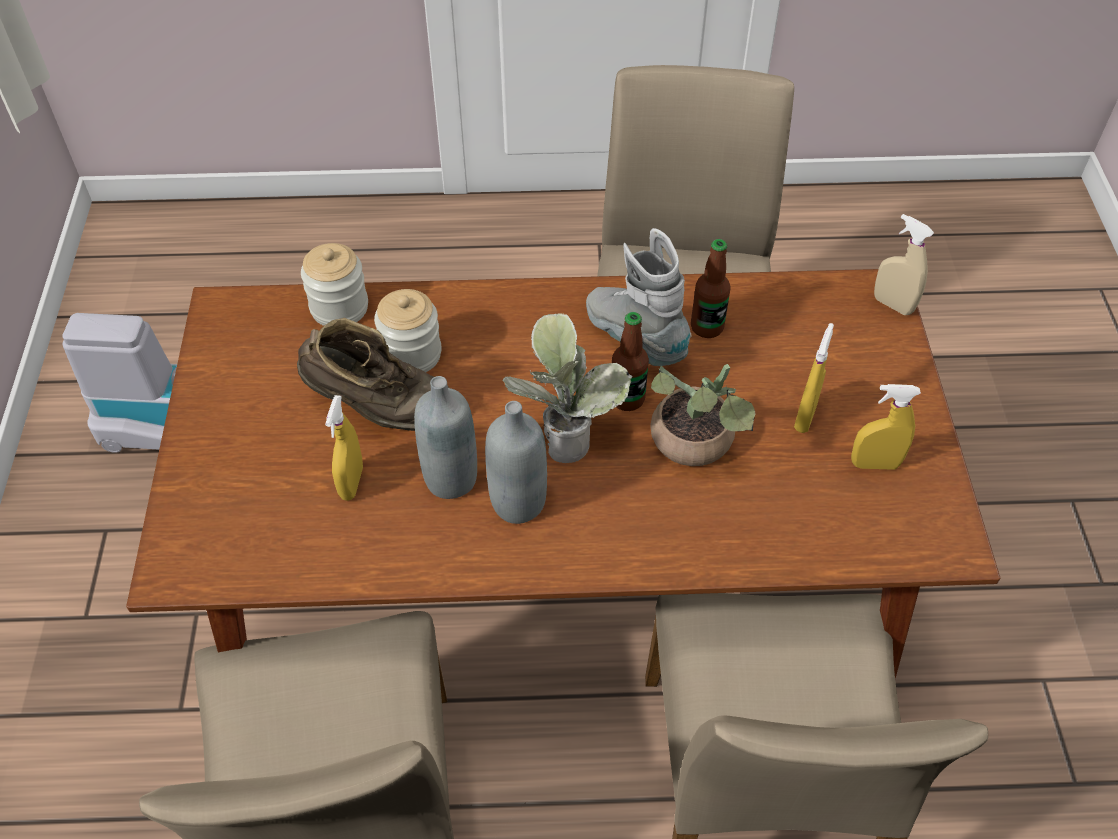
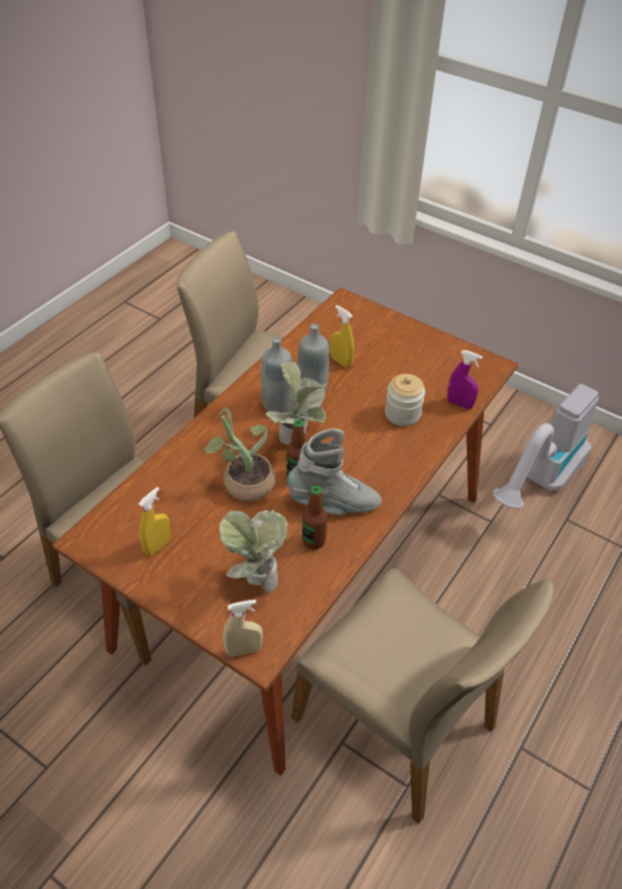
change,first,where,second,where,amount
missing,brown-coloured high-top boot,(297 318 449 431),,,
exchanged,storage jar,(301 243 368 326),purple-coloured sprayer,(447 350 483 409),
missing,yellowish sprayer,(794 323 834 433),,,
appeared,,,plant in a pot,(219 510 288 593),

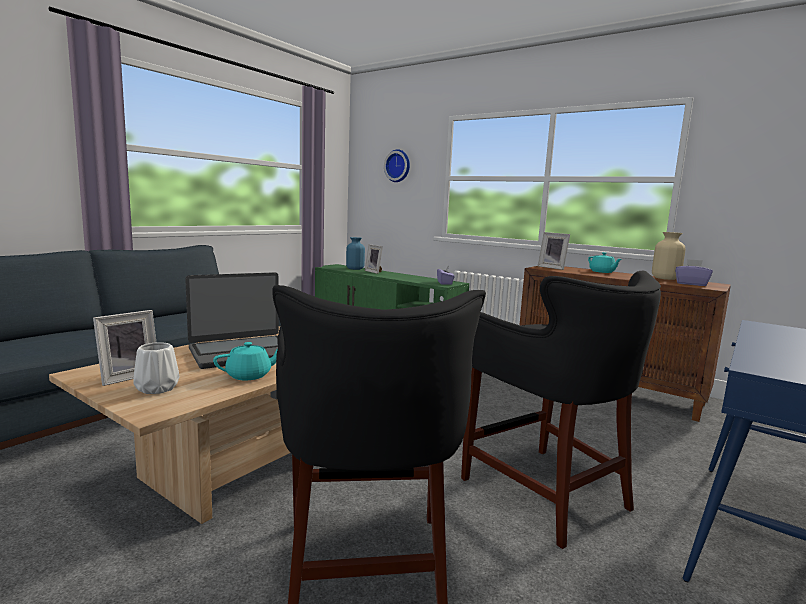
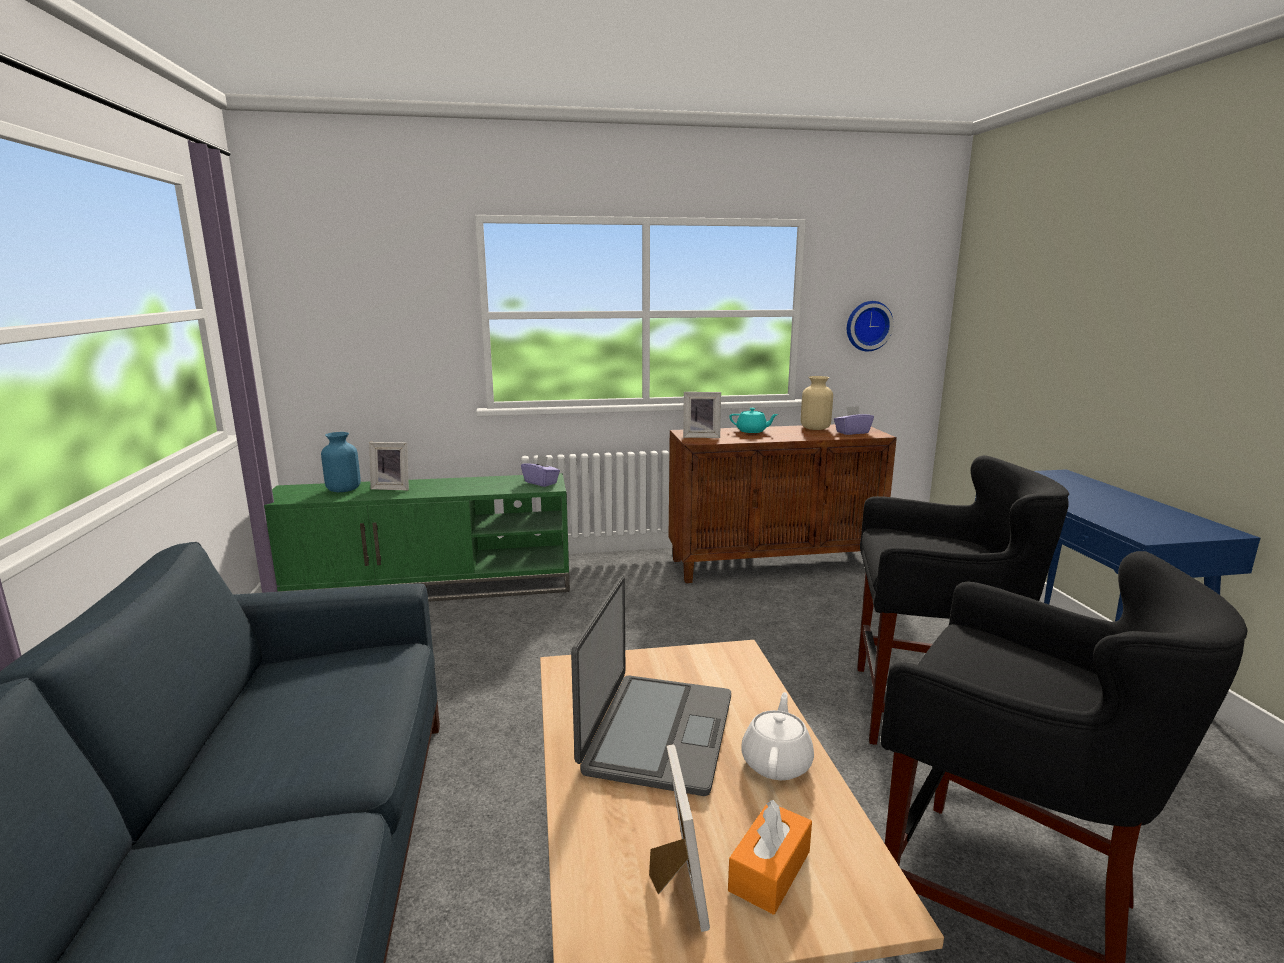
change,first,where,second,where,amount
exchanged,white flower vase,(133 342 180 394),orange box of tissues,(728 800 812 915),
colour,turquoise-coloured pot for tea,(213 342 278 380),white pot for tea,(741 692 814 780),
relocated,hanging clock,(384 149 410 182),,(847 301 894 351),

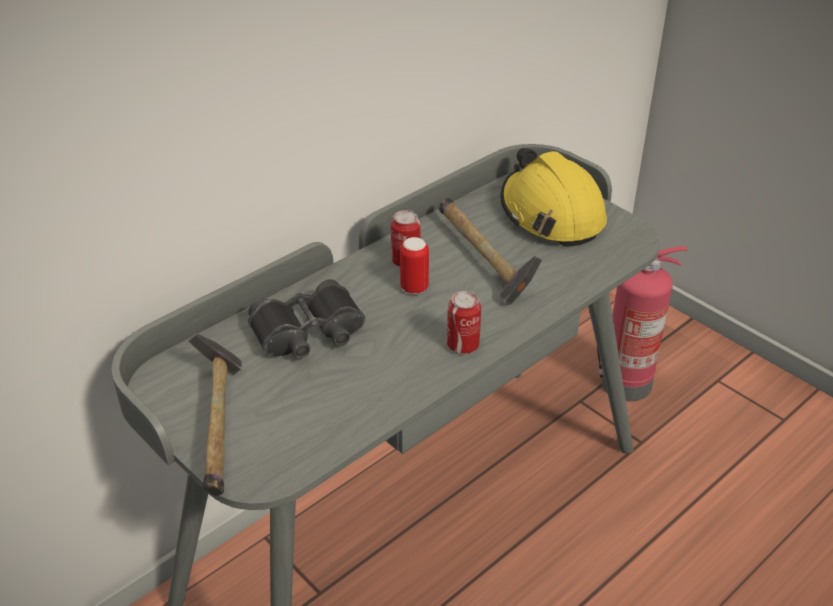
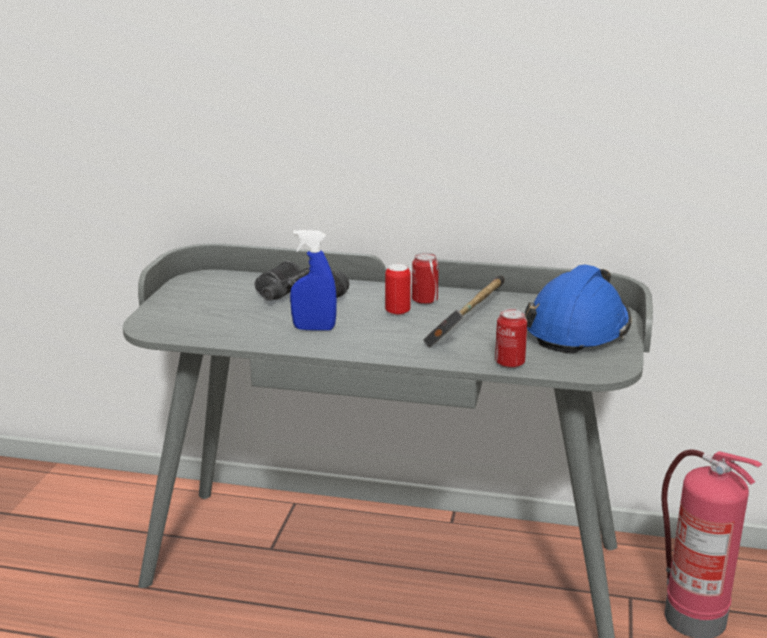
change,first,where,second,where,amount
missing,tool hammer,(188 333 242 496),,,
relocated,can,(447 291 481 354),,(495 308 527 368),
colour,yellowish safety helmet,(501 148 607 247),bluish safety helmet,(525 265 631 354),
appeared,,,bluish sprayer,(290 230 337 331),

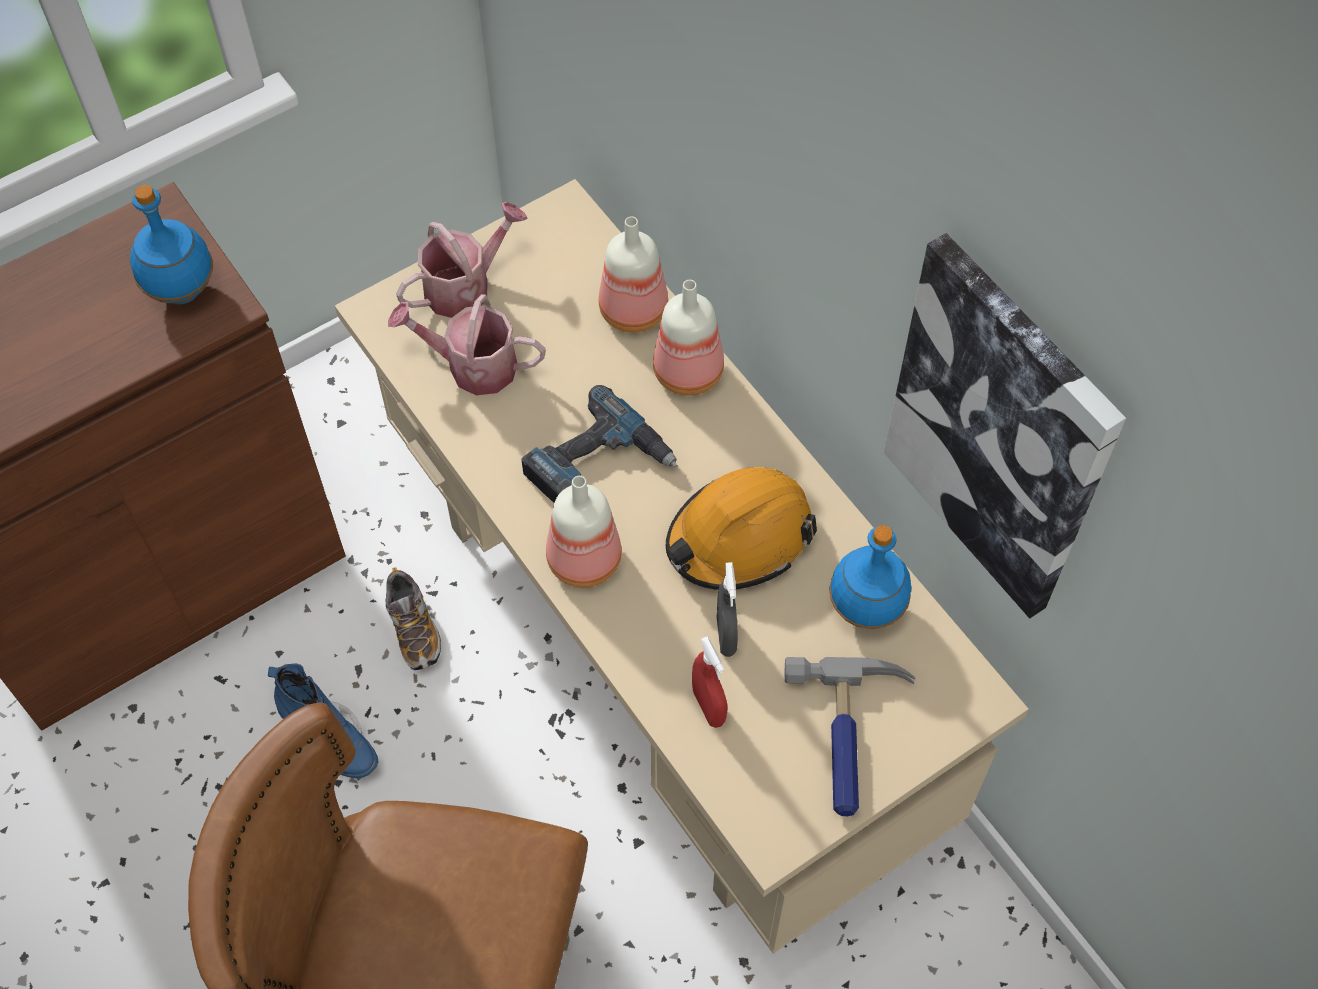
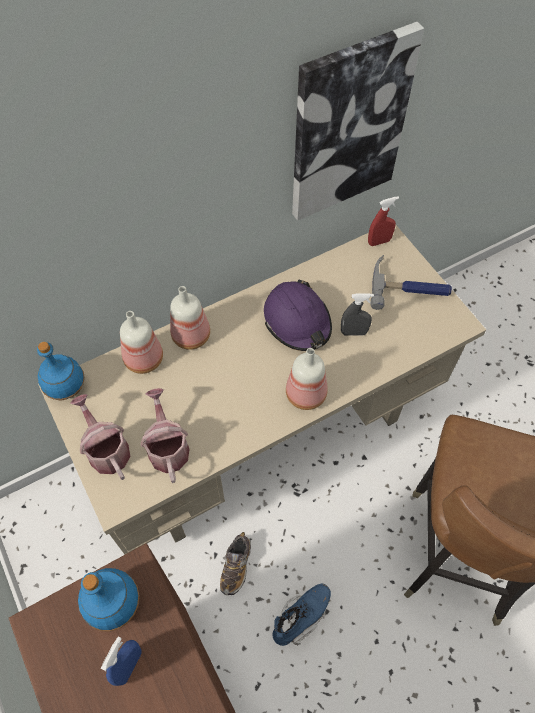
change,first,where,second,where,amount
spun,shoe,(386 567 441 670),,(220 532 251 595),120 degrees clockwise
spun,sprinkling can,(388 294 545 395),,(140 388 189 483),150 degrees clockwise
missing,drill,(521 385 677 503),,,
colour,orange safety helmet,(666 467 817 590),purple-coloured safety helmet,(264 279 332 351),
relocated,red-coloured sprayer,(692 636 728 728),,(368 196 399 246),
relocated,bluish beverage bottle,(829 525 911 629),,(37 342 85 400),
appeared,,,bluish sprayer,(101 637 142 686),

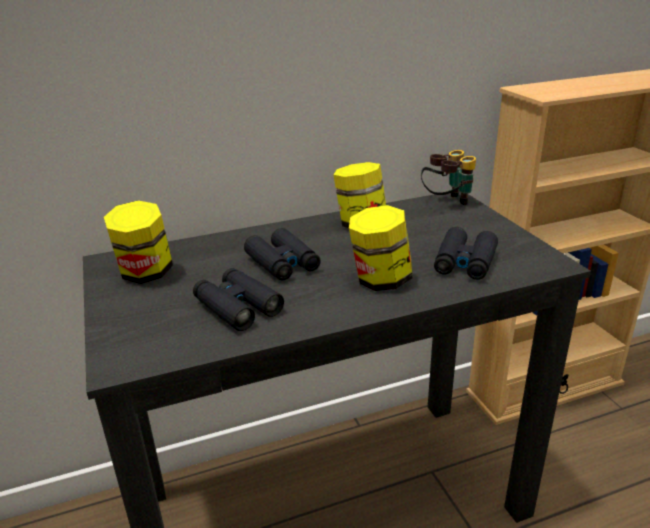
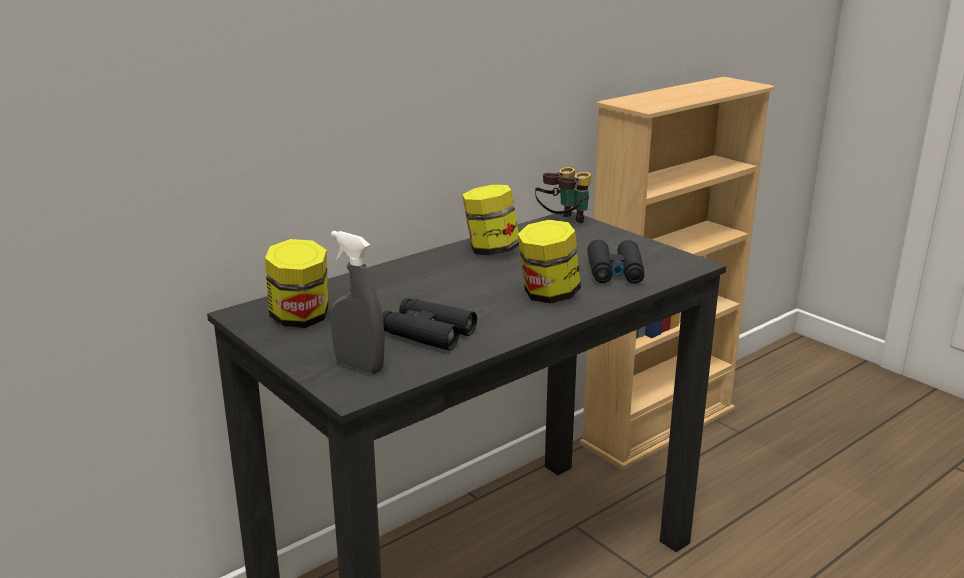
change,first,where,second,where,amount
missing,black pair of binoculars,(244 228 321 280),,,
appeared,,,grey sprayer,(331 231 385 374),

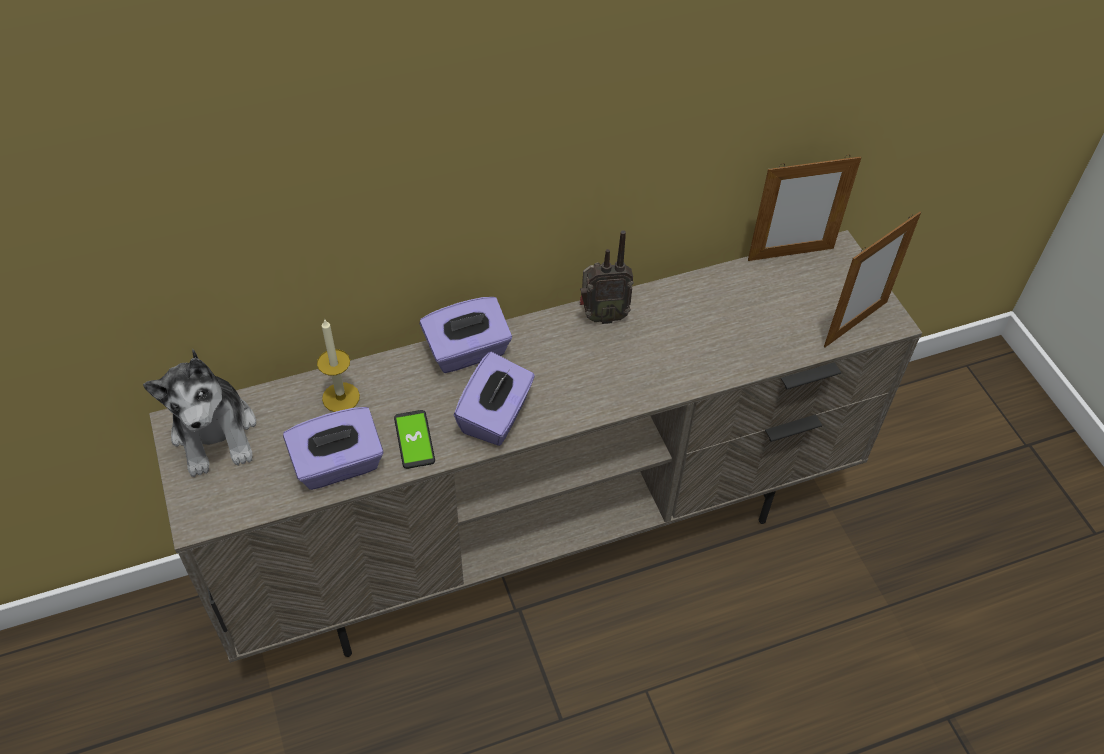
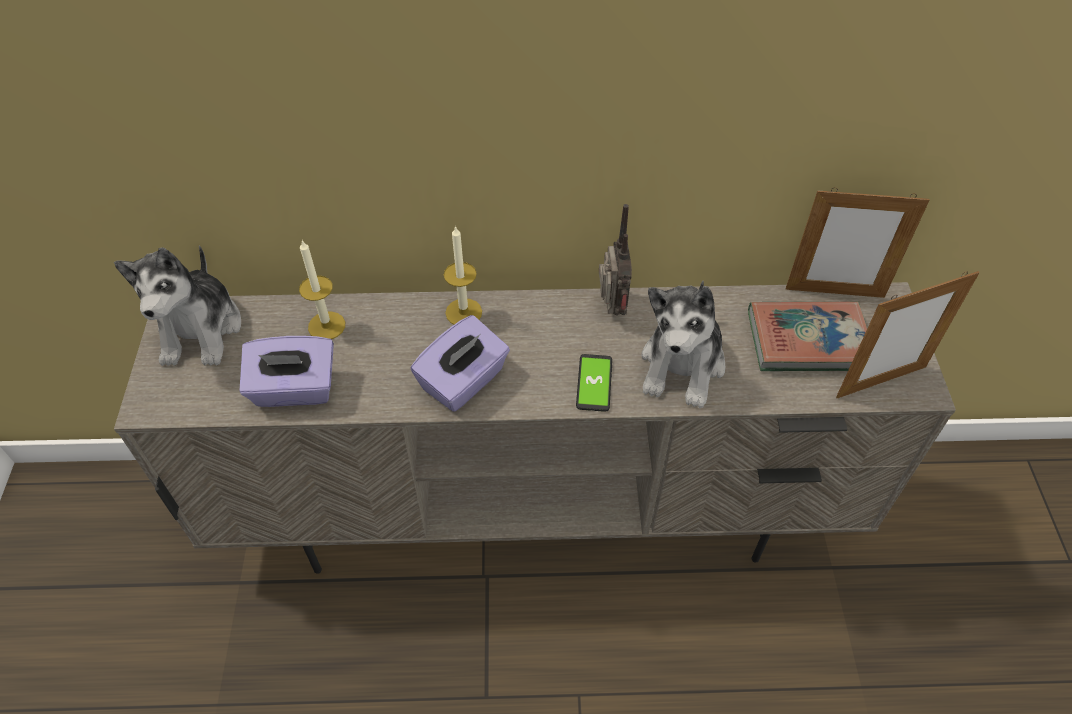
change,first,where,second,where,amount
relocated,telephone,(394 410 435 469),,(576 354 612 412),
exchanged,purple-coloured box of tissues,(420 297 512 373),wax light,(444 225 482 324),
spun,radio receiver,(580 230 634 324),,(599 204 632 316),105 degrees counterclockwise
appeared,,,cuddly toy,(641 281 725 408),
appeared,,,bound book,(748 302 867 371),

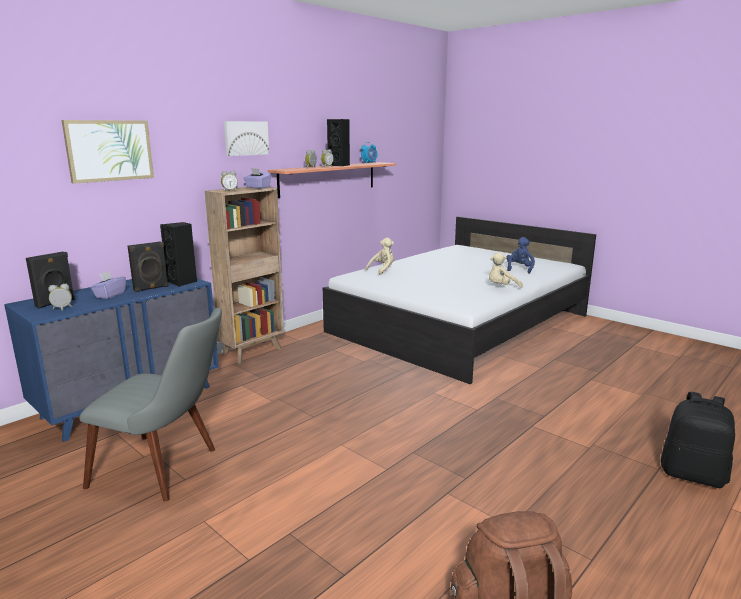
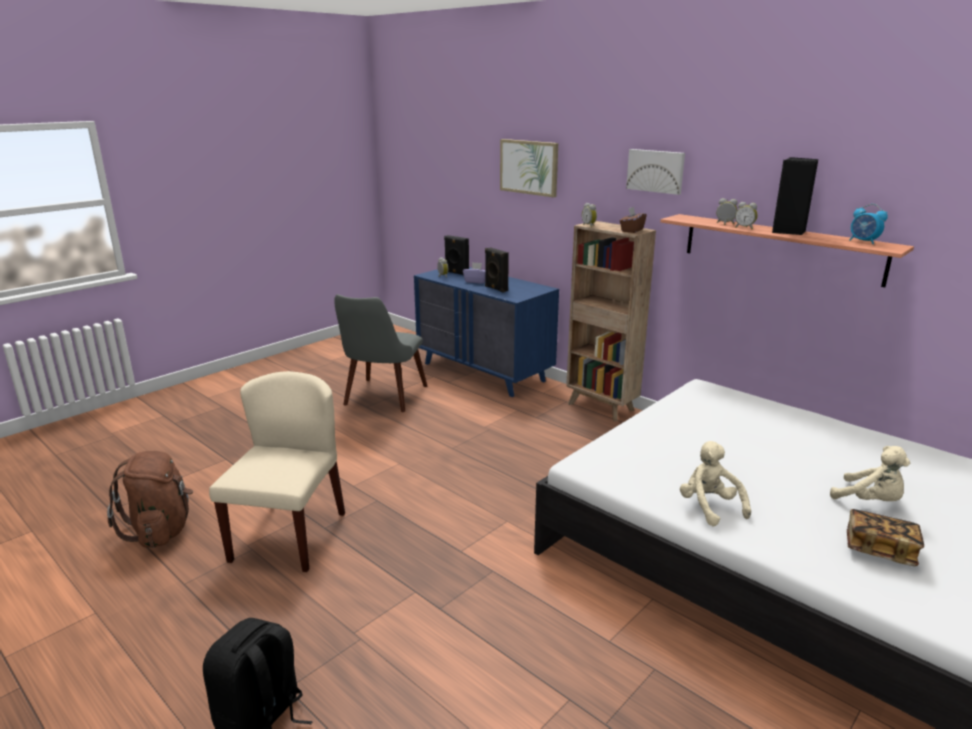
change,first,where,second,where,amount
missing,black speaker,(160 222 197 287),,,
colour,purple-coloured box of tissues,(243 168 271 189),brown-coloured box of tissues,(620 207 647 233),
relocated,beige cuddly toy,(365 238 394 275),,(830 446 910 501),
exchanged,bluish cuddly toy,(506 237 535 274),bound book,(847 509 924 566),
appeared,,,beige plain chair,(209 371 345 572),

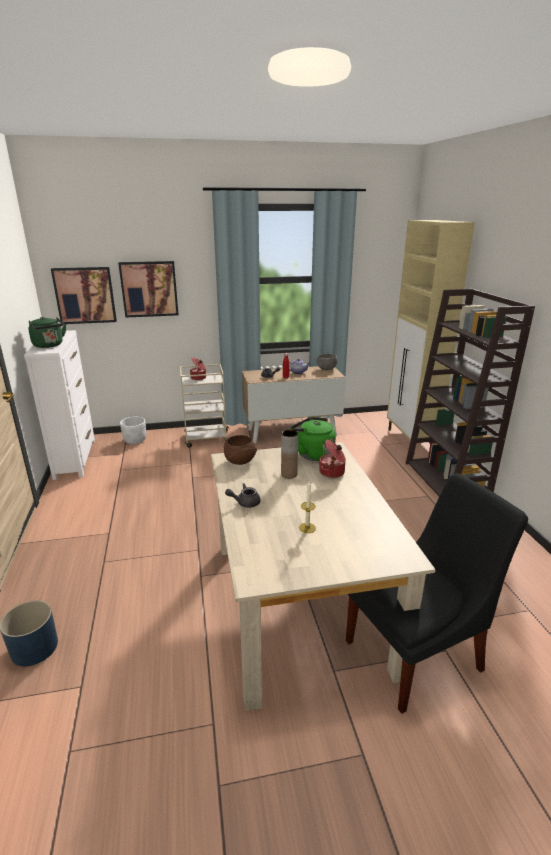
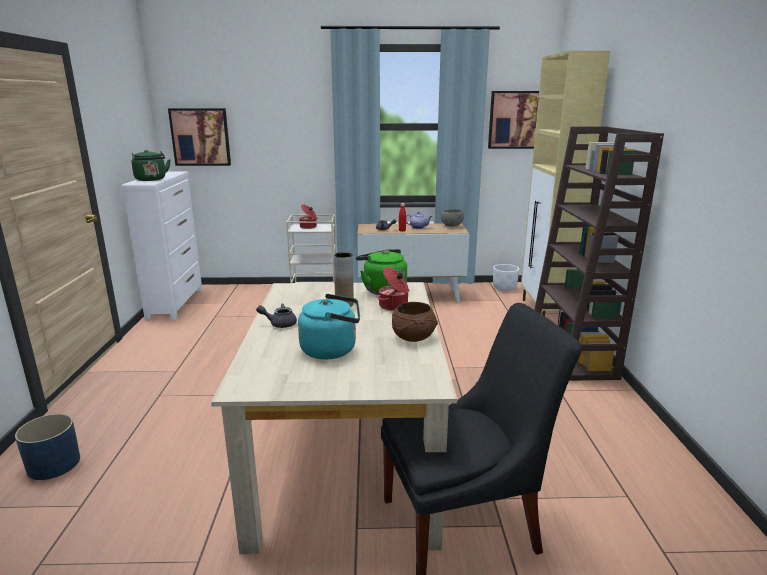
change,first,where,second,where,amount
relocated,wall art,(118 261 179 318),,(488 91 539 149),
relocated,white plant pot,(120 417 146 444),,(493 264 519 291),
relocated,brown-coloured deep dish,(224 435 257 465),,(392 302 438 342),
exchanged,wax light,(299 482 316 533),turquoise-coloured water kettle,(298 294 360 359),

